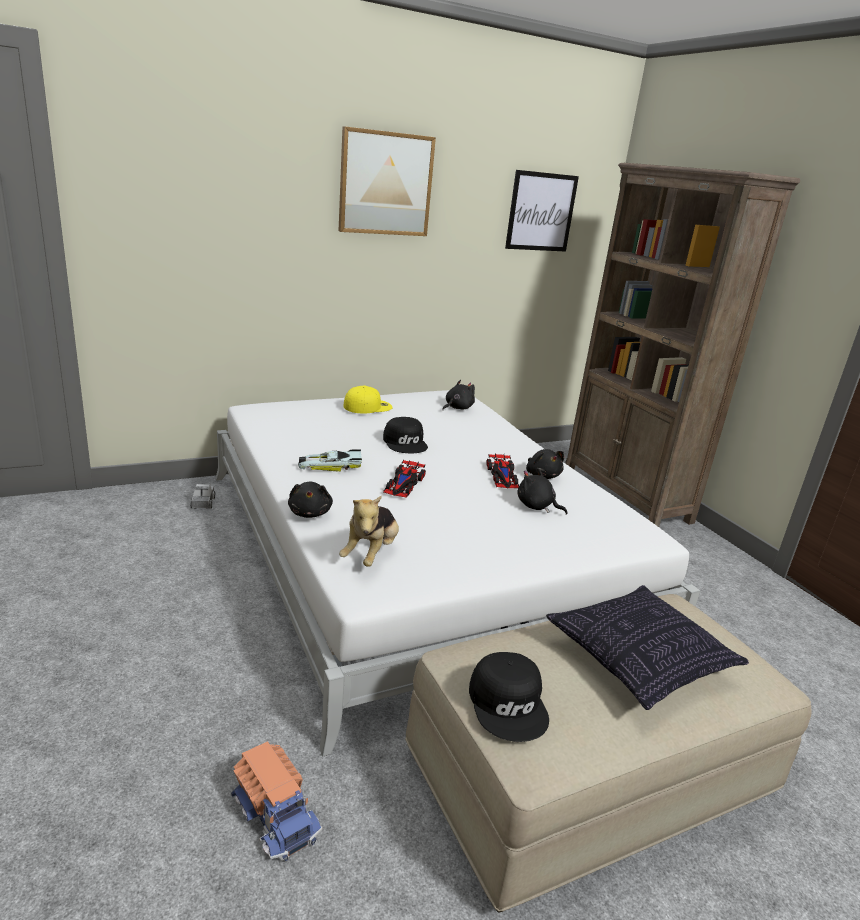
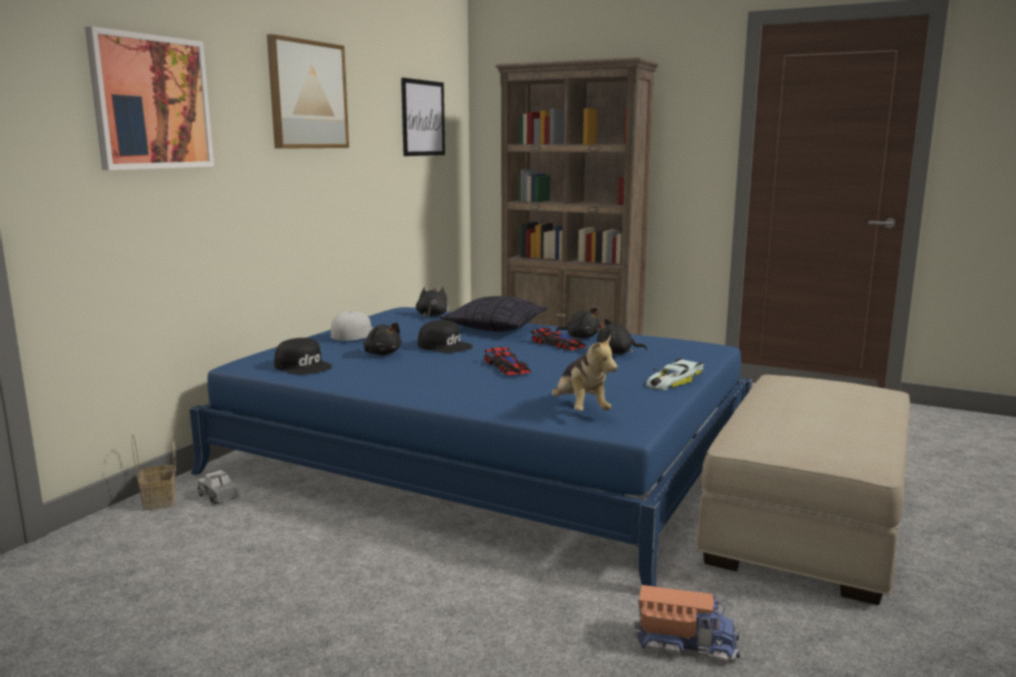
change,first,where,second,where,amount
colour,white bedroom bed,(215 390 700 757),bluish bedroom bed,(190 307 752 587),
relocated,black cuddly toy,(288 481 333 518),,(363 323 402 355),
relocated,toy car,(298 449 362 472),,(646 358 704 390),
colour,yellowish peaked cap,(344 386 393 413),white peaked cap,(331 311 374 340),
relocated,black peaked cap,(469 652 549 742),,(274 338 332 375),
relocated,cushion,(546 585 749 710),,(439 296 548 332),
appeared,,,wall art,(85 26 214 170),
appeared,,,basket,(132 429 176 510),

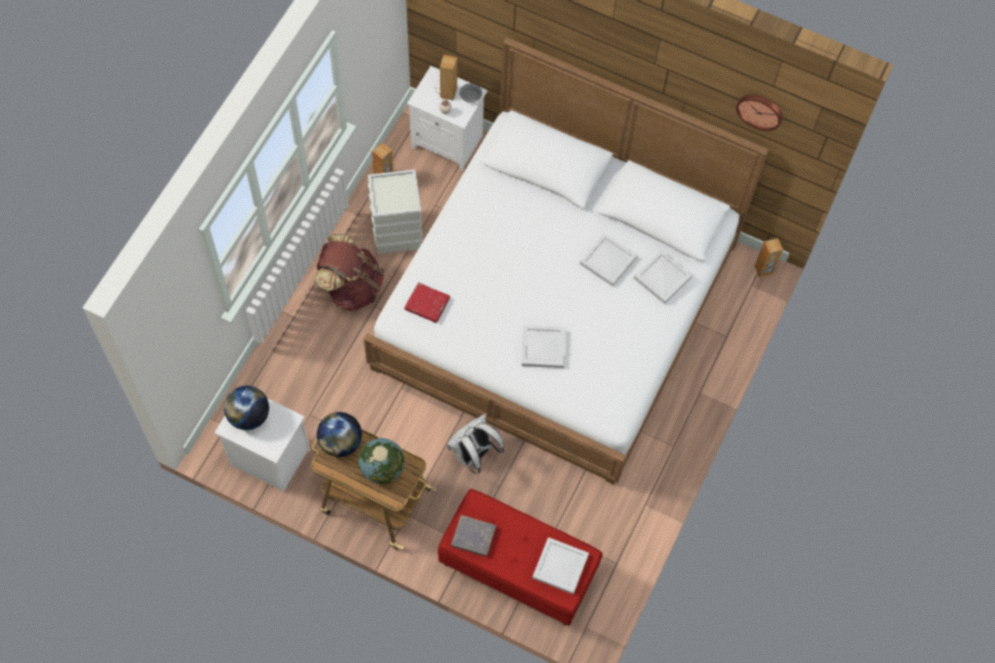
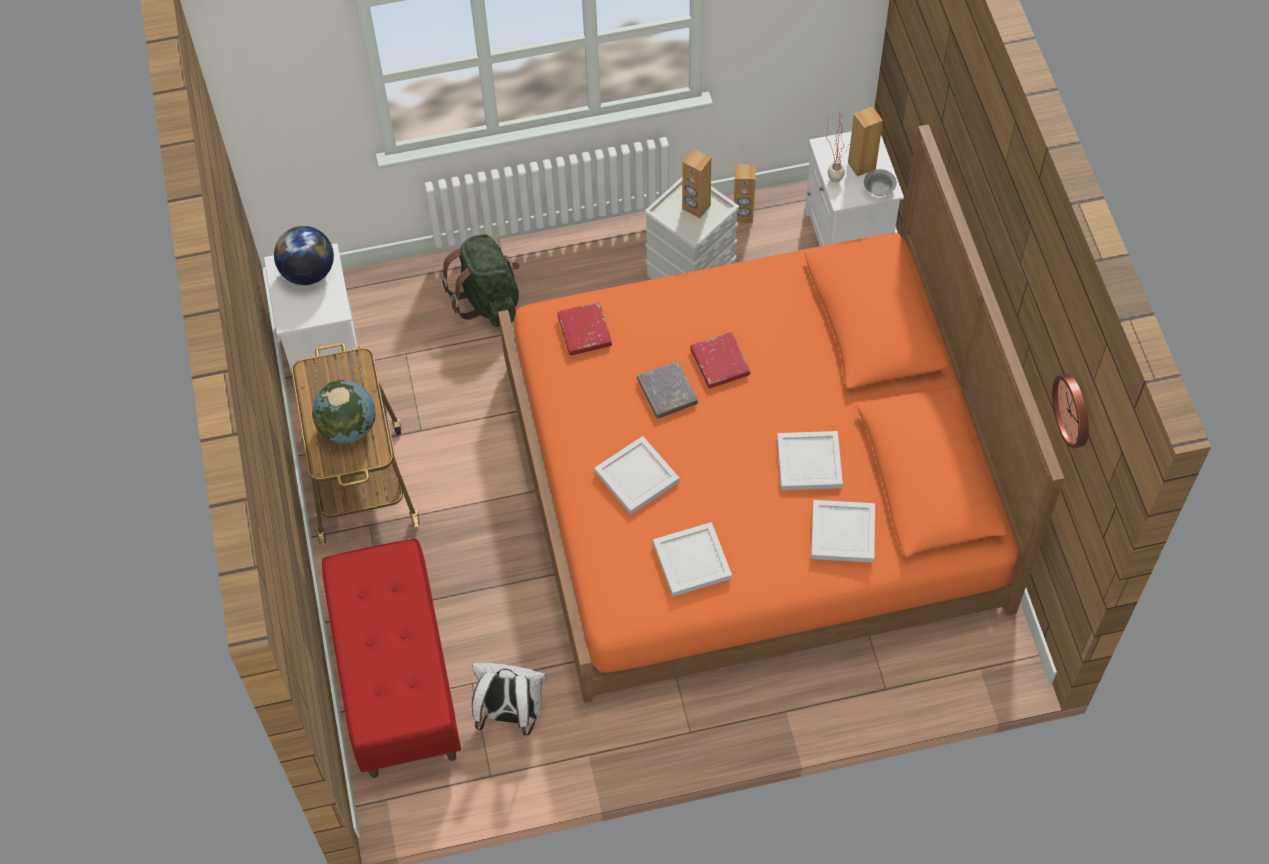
change,first,where,second,where,amount
missing,brown-coloured backpack,(316 234 384 311),,,
missing,world globe,(317 412 362 457),,,
colour,white bedroom bed,(364 37 769 485),orange bedroom bed,(498 124 1065 703),
relocated,white backpack,(447 414 504 474),,(472 663 547 735),
relocated,grey bound book,(451 515 496 557),,(637 361 698 419),
relocated,white tray,(532 537 589 594),,(653 522 732 597),
relocated,brown-coloured speaker,(755 238 783 278),,(682 149 711 218),
appeared,,,greenish backpack,(441 234 520 327),
appeared,,,red-coloured bound book,(690 332 750 388),

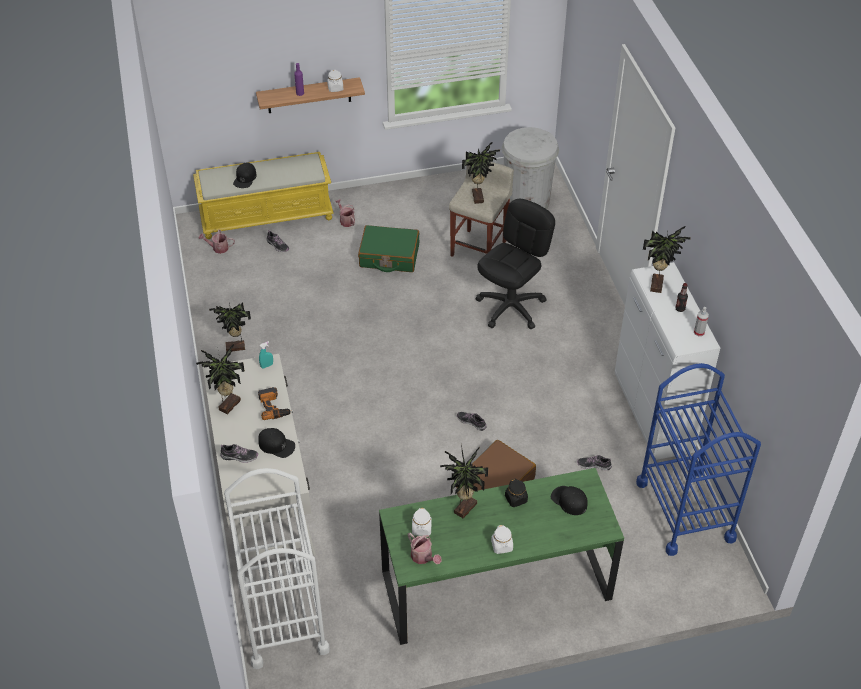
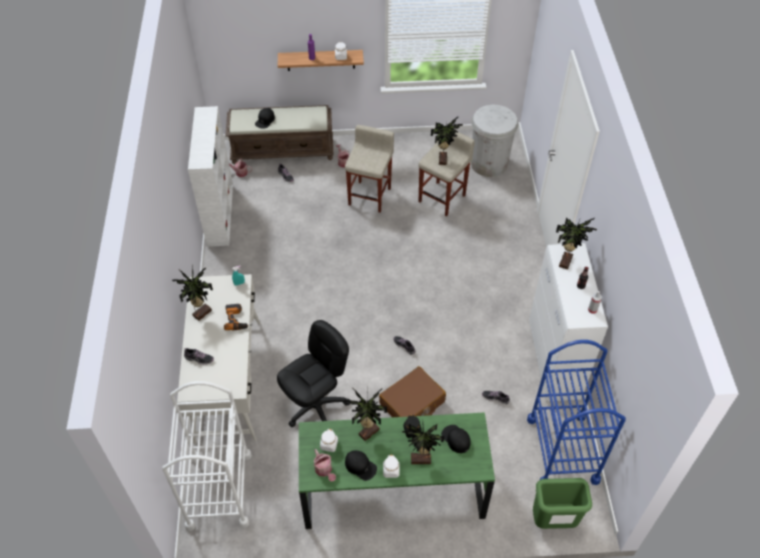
change,first,where,second,where,amount
colour,yellowish indoor bench,(193 152 334 239),brown-coloured indoor bench,(225 105 333 164),
relocated,plant in a pot,(209 302 251 352),,(402 423 444 464),
relocated,black peaked cap,(258 428 295 458),,(345 450 377 481),
exchanged,greenish travel case,(358 225 419 272),beige stool seat,(345 125 394 213),
relocated,black desk chair,(475 199 555 329),,(277 320 350 427),
appeared,,,white bookcase,(188 106 233 247),
appeared,,,greenish rubbish bin,(533 478 592 529),

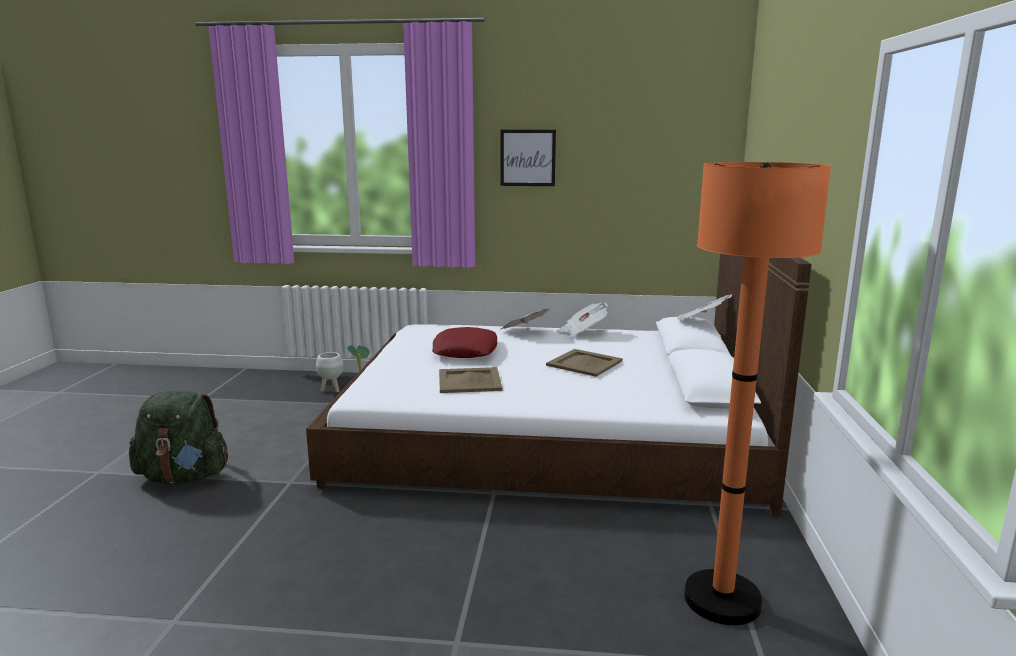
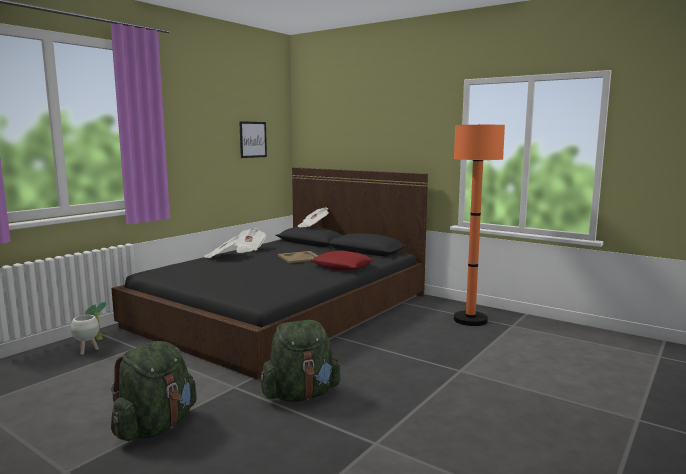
change,first,where,second,where,amount
colour,white bedroom bed,(306 254 812 516),black bedroom bed,(111 167 428 379),
relocated,red-coloured cushion,(432 327 497 358),,(311 251 374 271),
missing,beige tray,(439 367 503 393),,,
relocated,wall art,(500 130 556 186),,(239 121 267 158),
appeared,,,greenish backpack,(261 320 341 402),

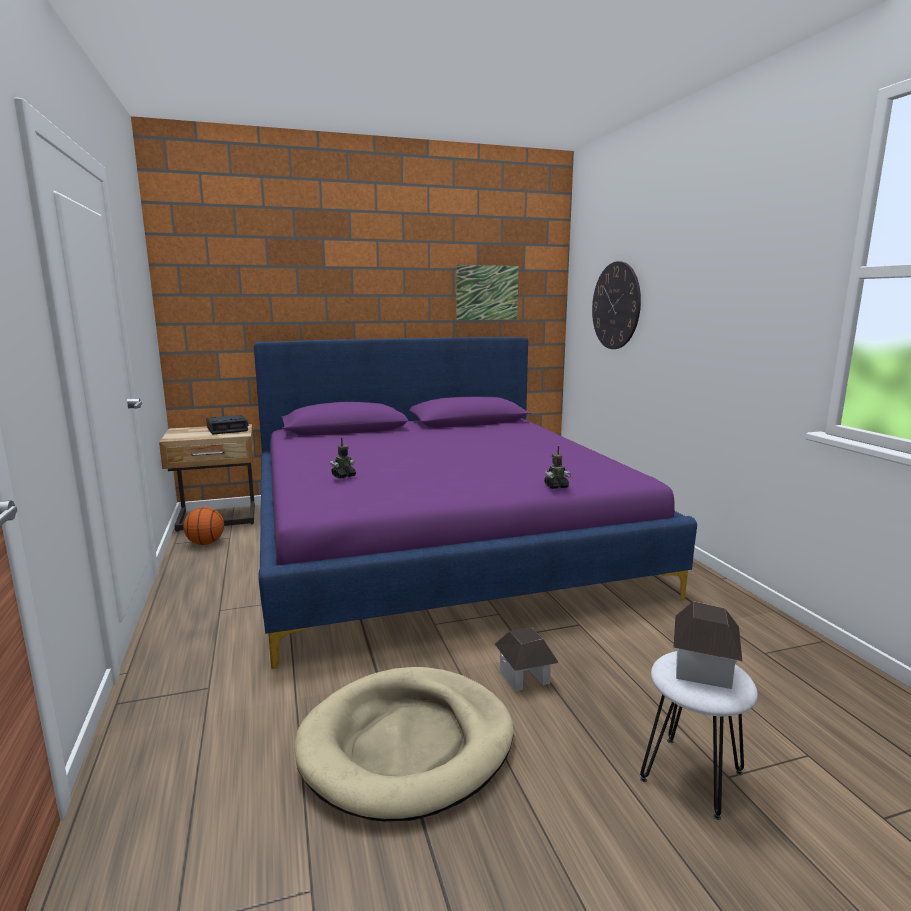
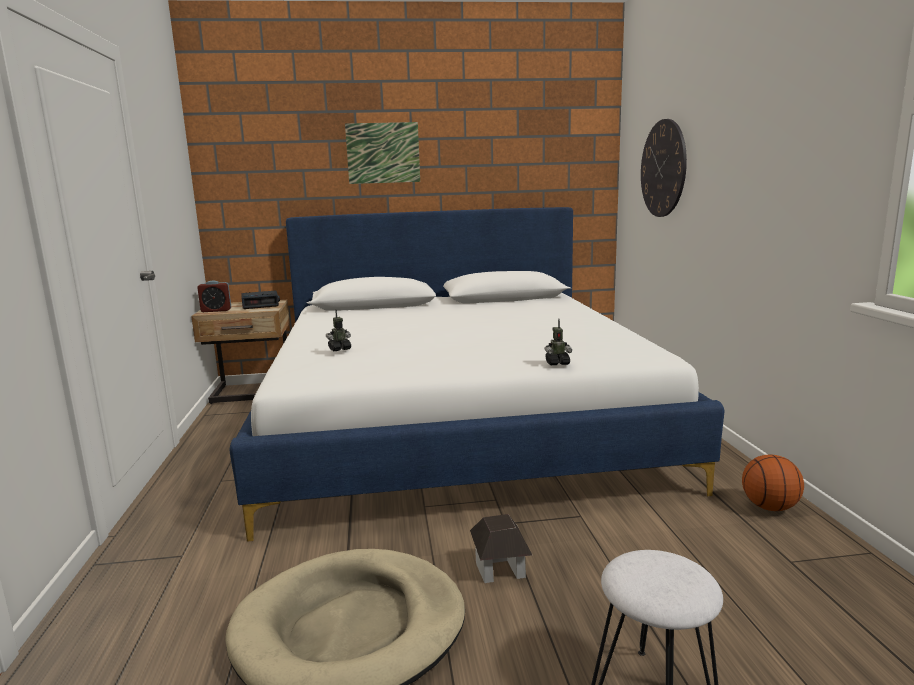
change,first,where,second,where,amount
relocated,basketball,(183 507 224 545),,(742 454 804 511),
colour,purple-coloured bedroom bed,(254 337 697 669),white bedroom bed,(230 207 724 542),
relocated,wall art,(456 265 519 320),,(345 122 420 184),
missing,miniature house,(674 601 742 689),,,
appeared,,,table clock,(197 281 231 312),

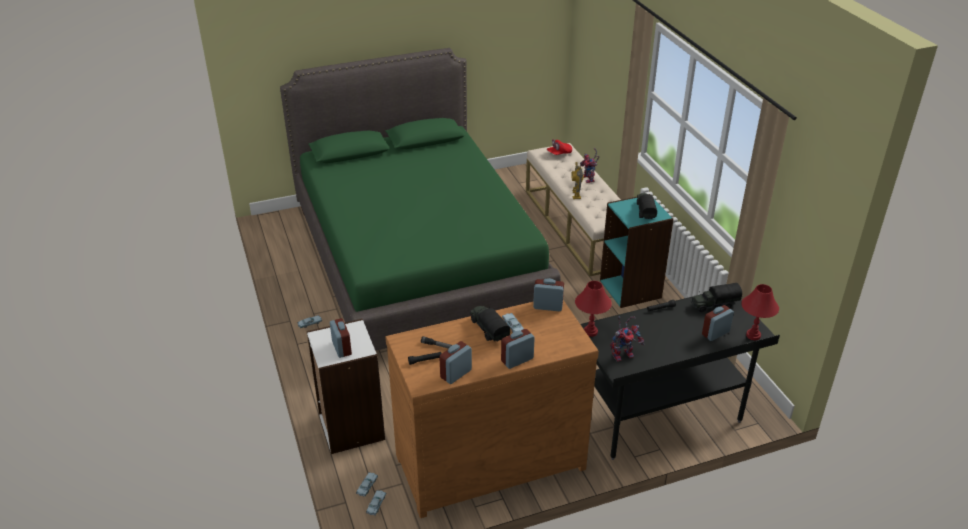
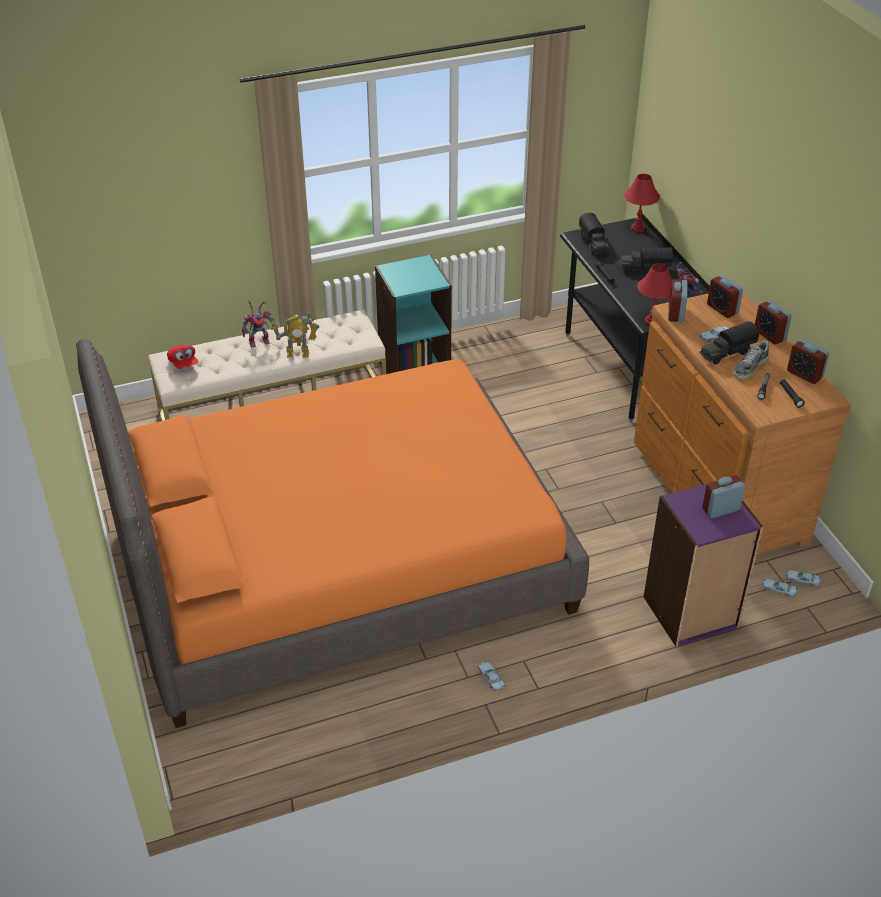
change,first,where,second,where,amount
colour,greenish bedroom bed,(280 48 561 351),orange bedroom bed,(76 339 589 728),
colour,white bookcase,(307 319 385 454),purple-coloured bookcase,(644 484 763 647),
relocated,model truck,(637 193 657 219),,(619 247 673 273),
relocated,table clock,(702 305 734 341),,(707 275 743 318),
appeared,,,shoe,(733 340 769 379),

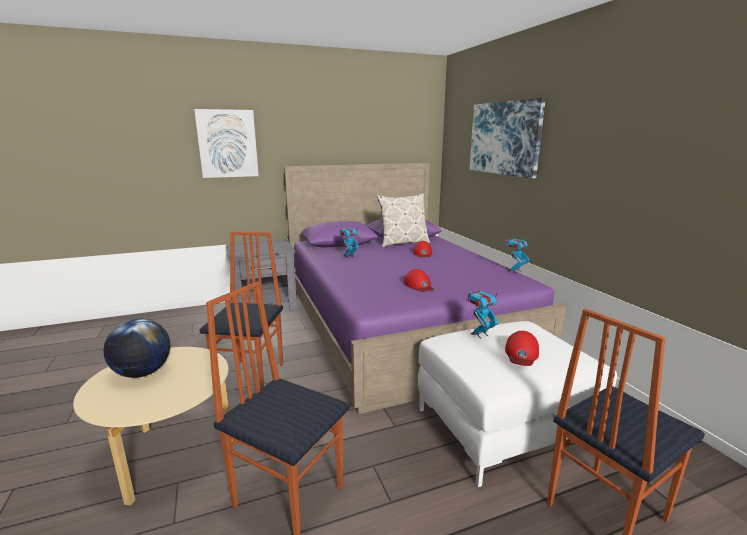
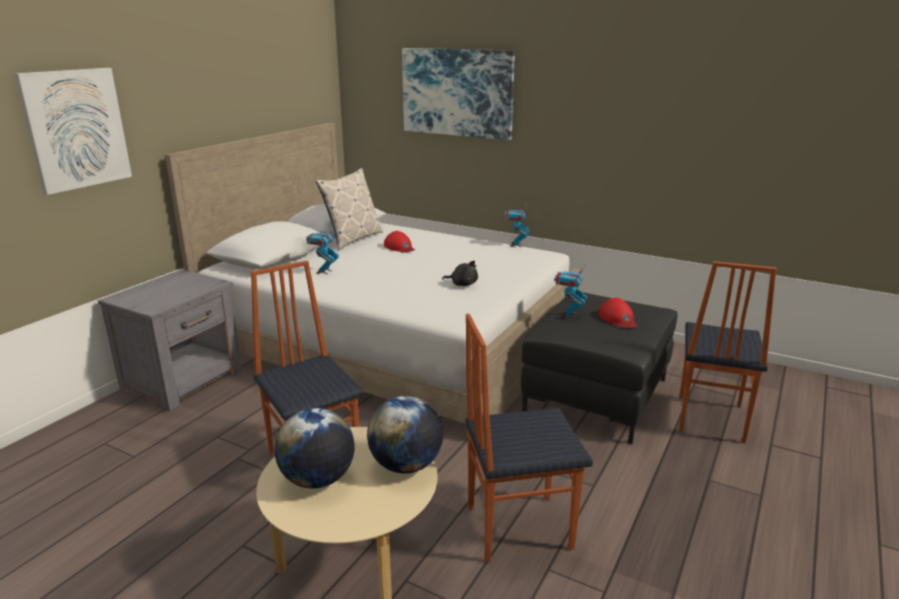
change,first,where,second,where,amount
colour,purple-coloured bedroom bed,(284 163 566 414),white bedroom bed,(165 123 581 424),
exchanged,red-coloured peaked cap,(404 269 434 292),black cuddly toy,(442 261 478 286),
colour,white ottoman,(418 321 617 487),black ottoman,(521 292 678 444),
appeared,,,world globe,(367 396 443 473),

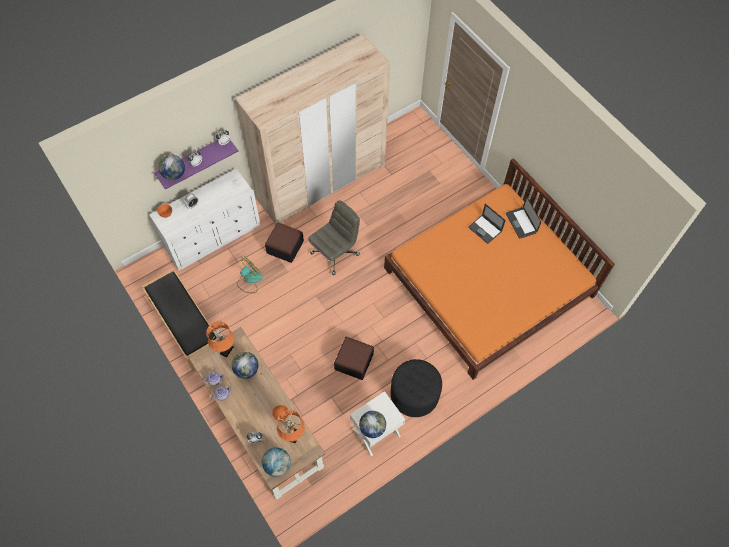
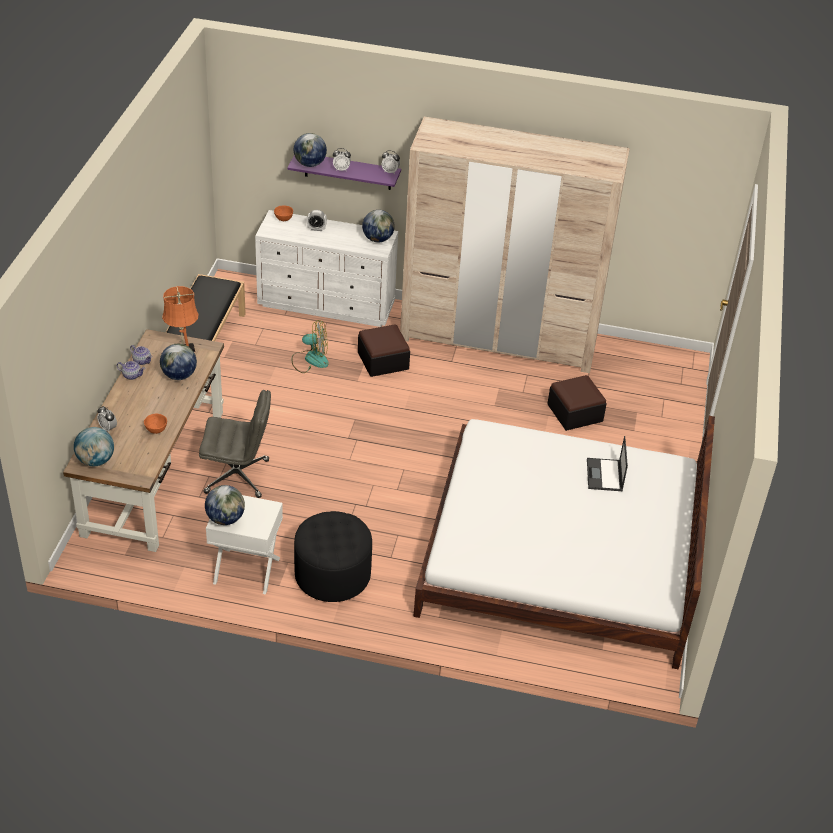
change,first,where,second,where,amount
missing,orange tabletop lamp,(277 410 305 443),,,
relocated,grey desk chair,(308 200 360 275),,(199 390 271 498),
relocated,ottoman,(334 337 374 380),,(548 375 607 431),
colour,orange bedroom bed,(384 158 615 380),white bedroom bed,(413 416 715 669),
missing,portable computer,(506 197 541 239),,,
appeared,,,world globe,(362 210 395 243),

